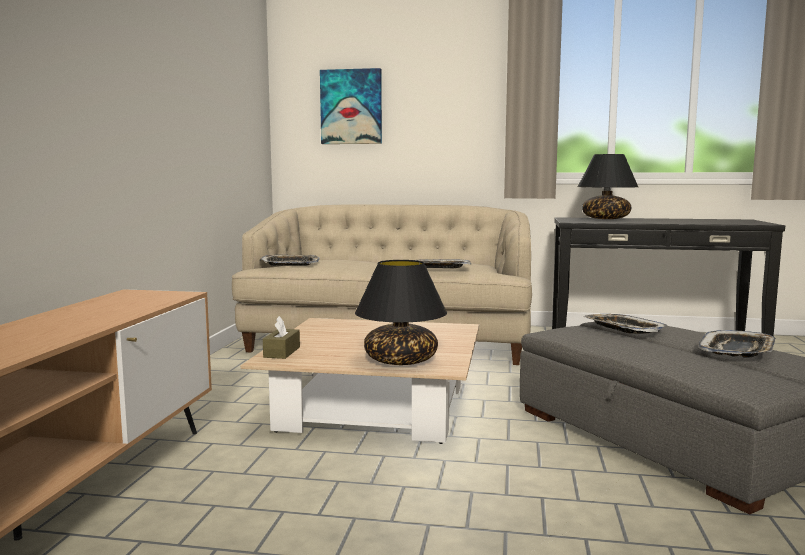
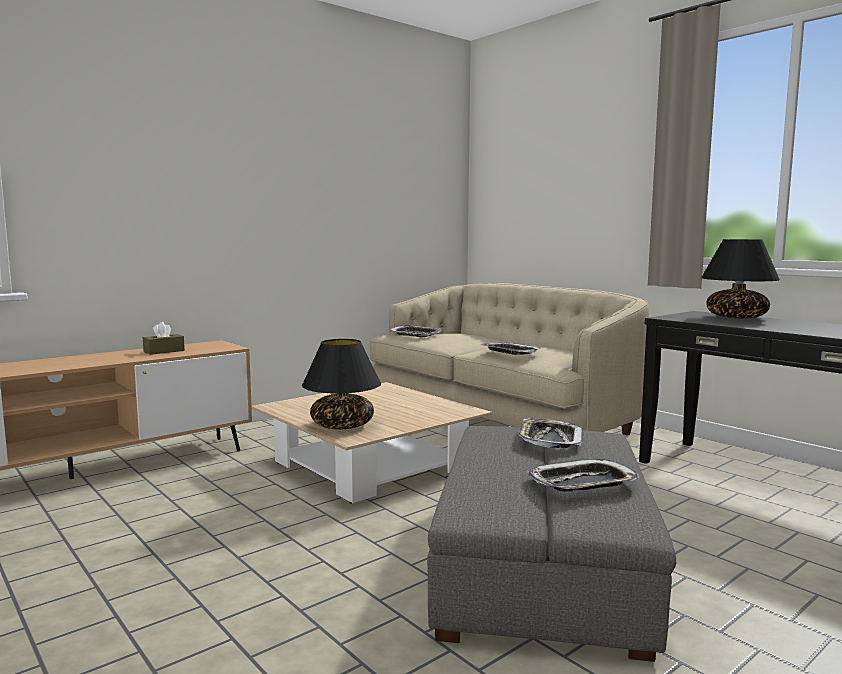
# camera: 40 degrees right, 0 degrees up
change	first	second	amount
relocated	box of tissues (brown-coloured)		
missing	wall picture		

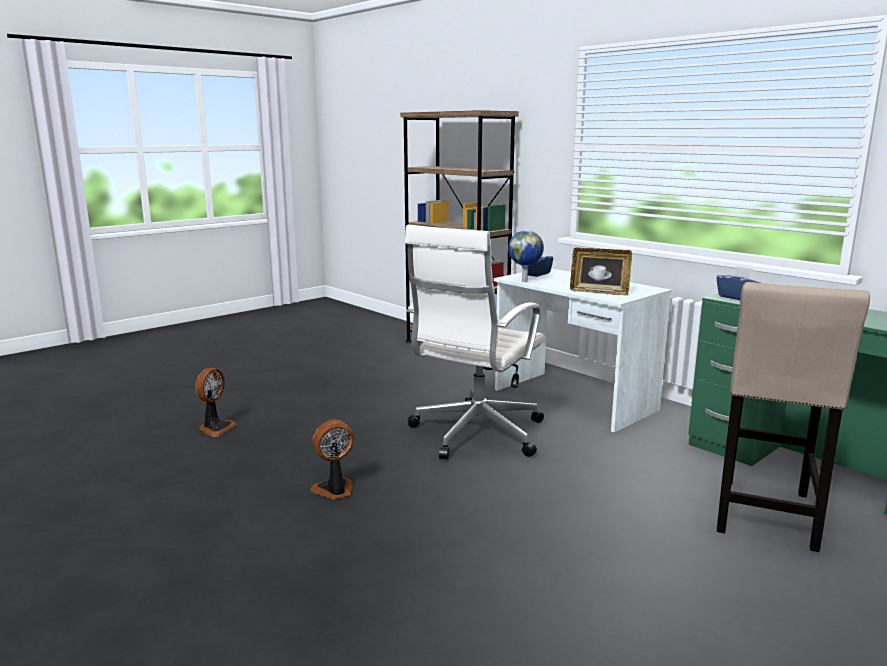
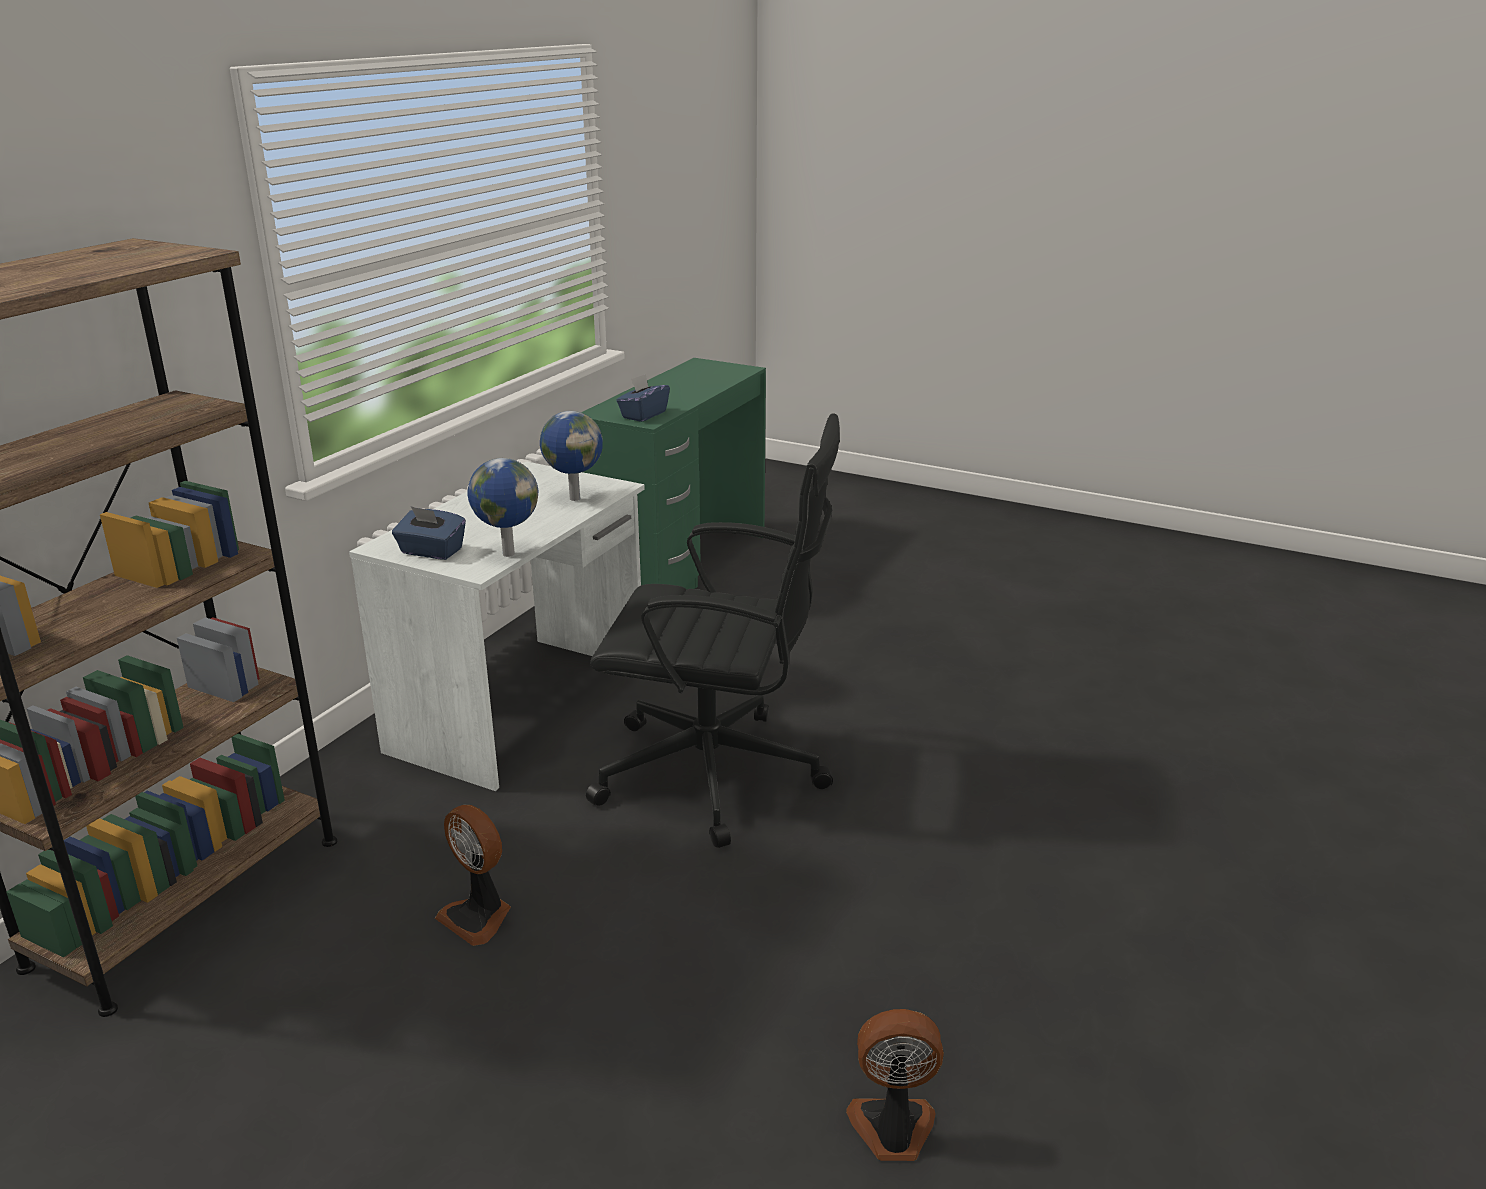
# camera: 110 degrees left, 10 degrees up
change	first	second	amount
relocated	electric fan (no. 2 from left in the first image)	electric fan (no. 1 from left)	
colour	office chair (whitish)	office chair (black-coloured)	
exchanged	standing frame	world globe (no. 2 from left)	
missing	stool (beige-coloured)		

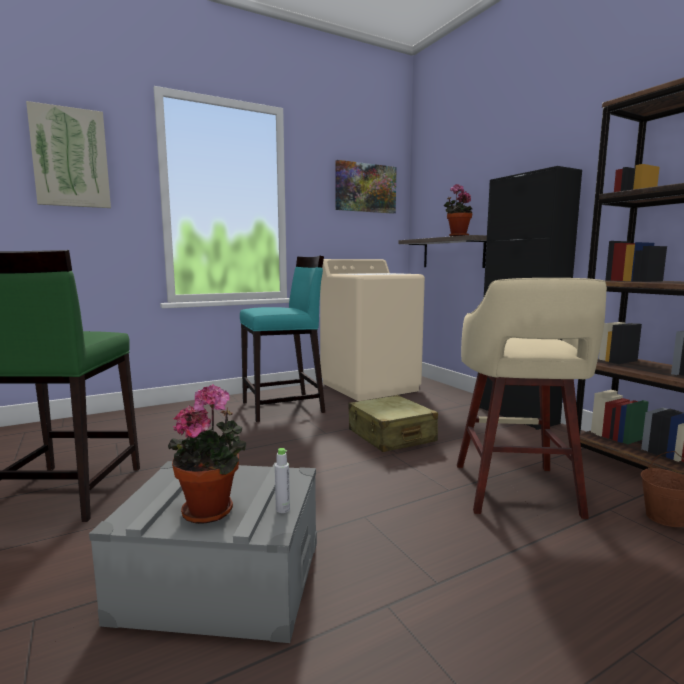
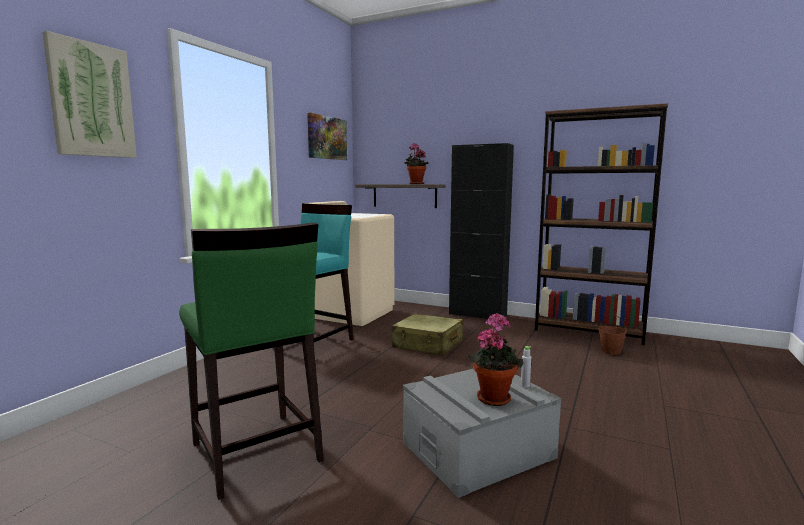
# camera: 35 degrees left, 0 degrees up
change	first	second	amount
missing	stool (beige-coloured)		

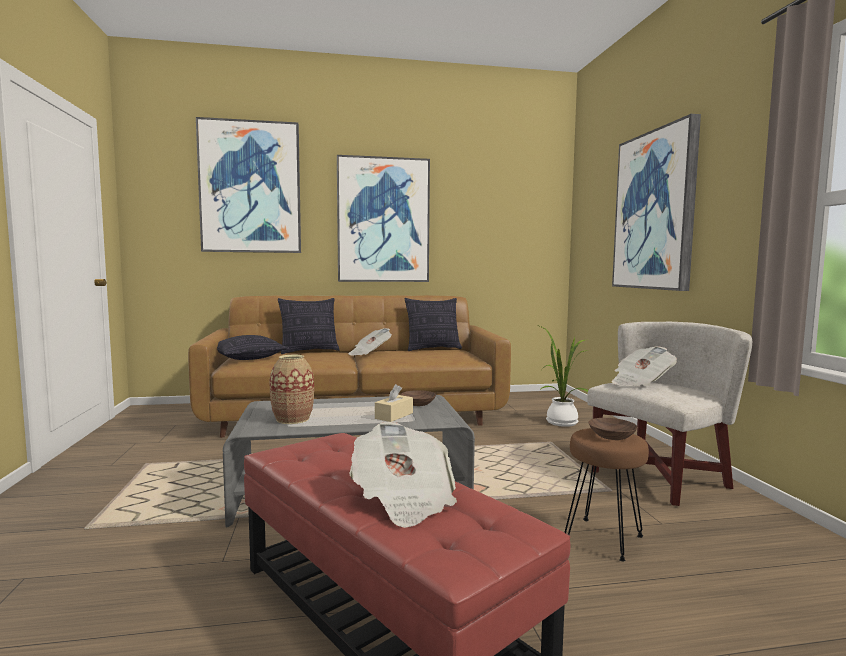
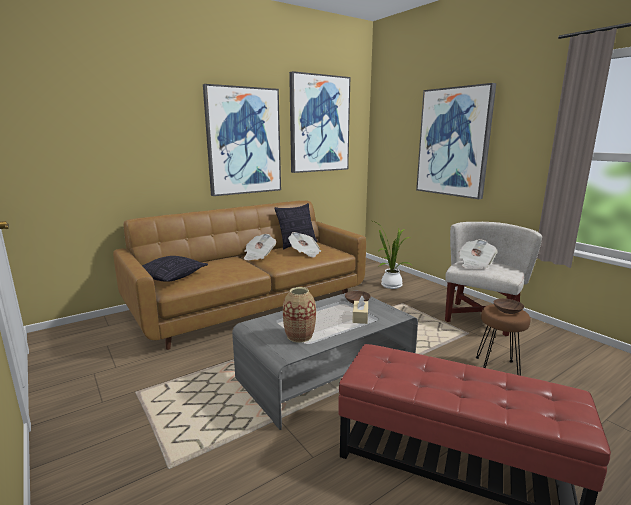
# camera: 25 degrees left, 10 degrees up
change	first	second	amount
relocated	wall picture (no. 1 from left in the first image)	wall picture (no. 2 from left)	
missing	cushion (no. 2 from left)		
relocated	printed paper (no. 2 from left)		

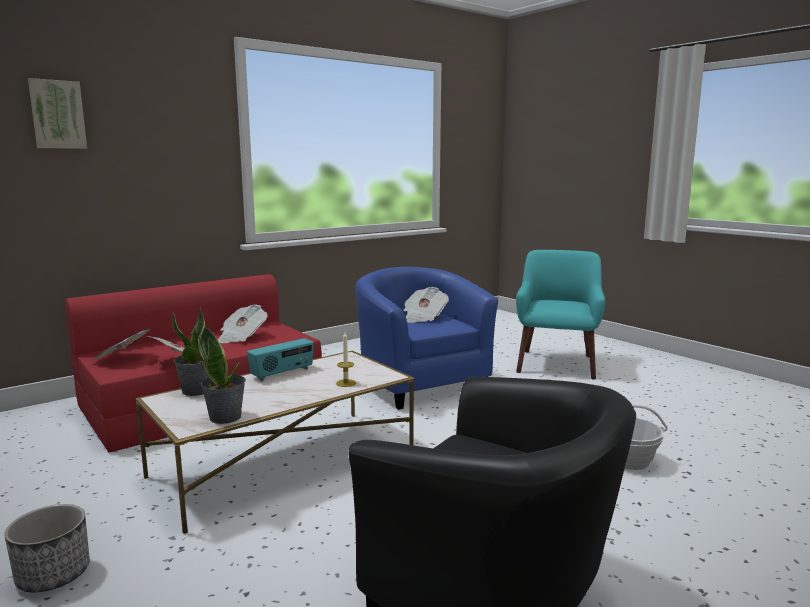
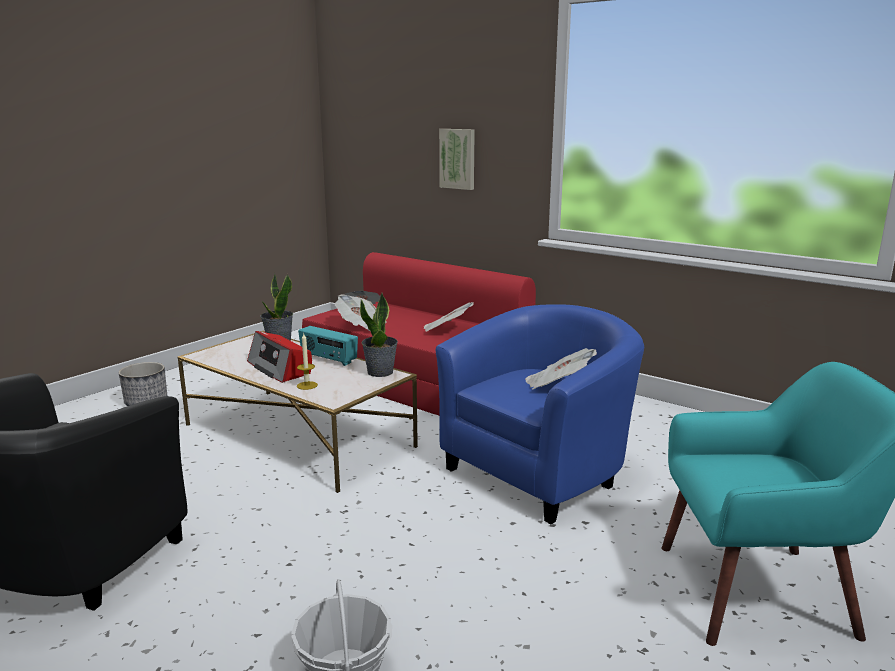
# camera: 75 degrees right, 5 degrees up
change	first	second	amount
relocated	wall picture		
relocated	plant in a pot (no. 2 from left)		
appeared		radio set (no. 1 from left)	

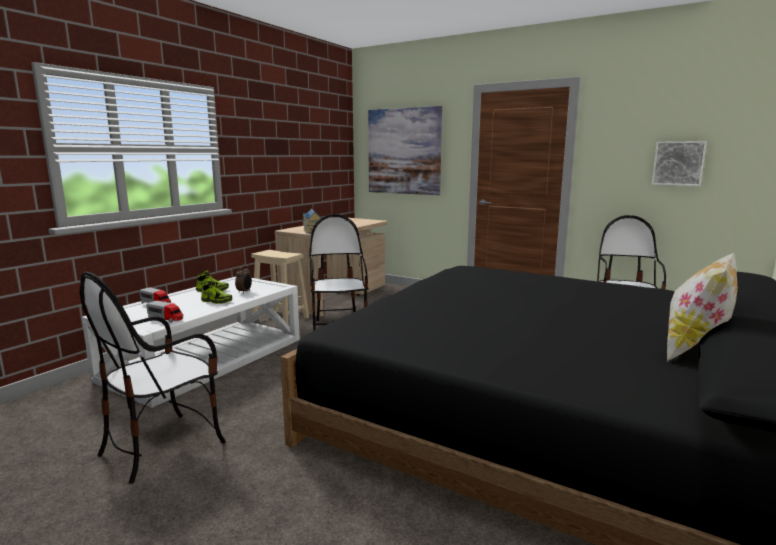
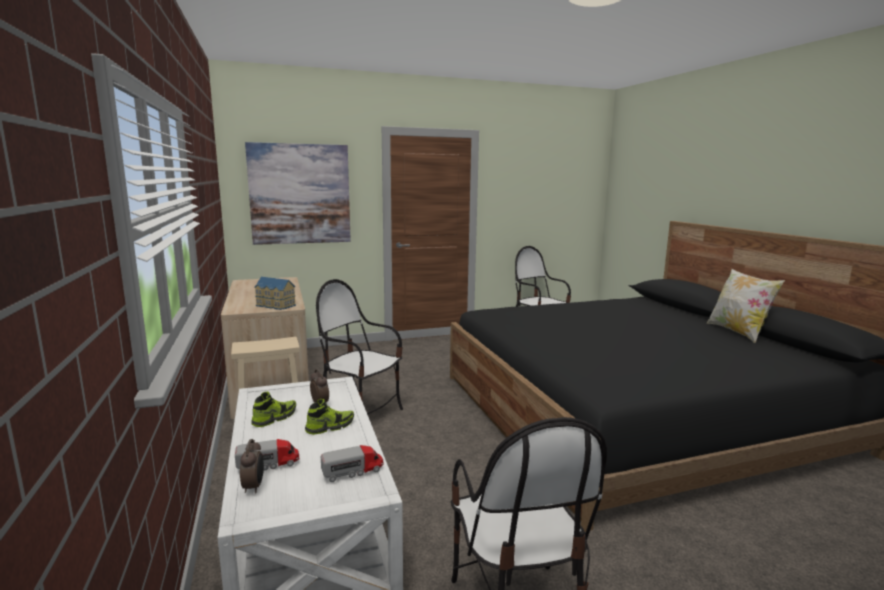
# camera: 50 degrees left, 0 degrees up
change	first	second	amount
missing	wall picture (no. 2 from left)		
appeared		table clock (no. 1 from left)	

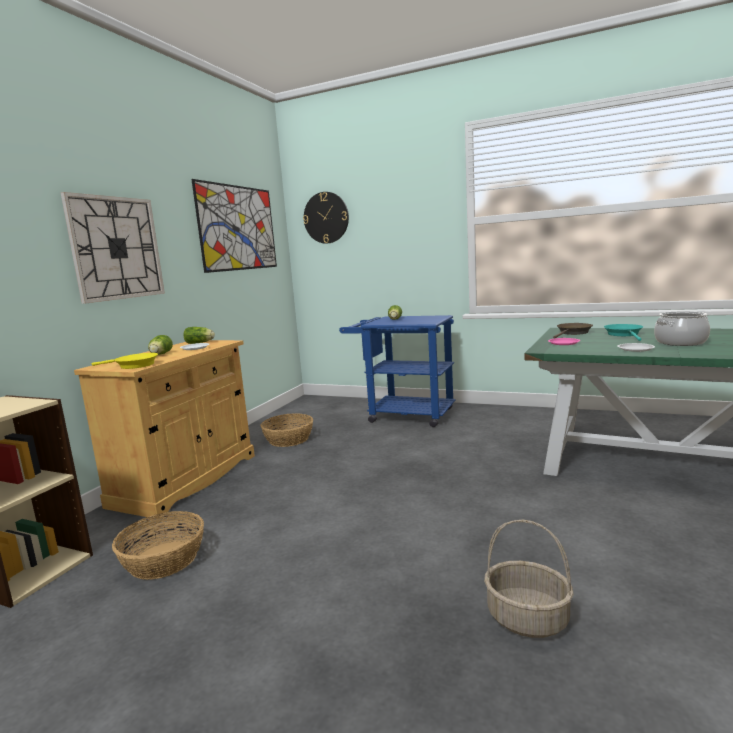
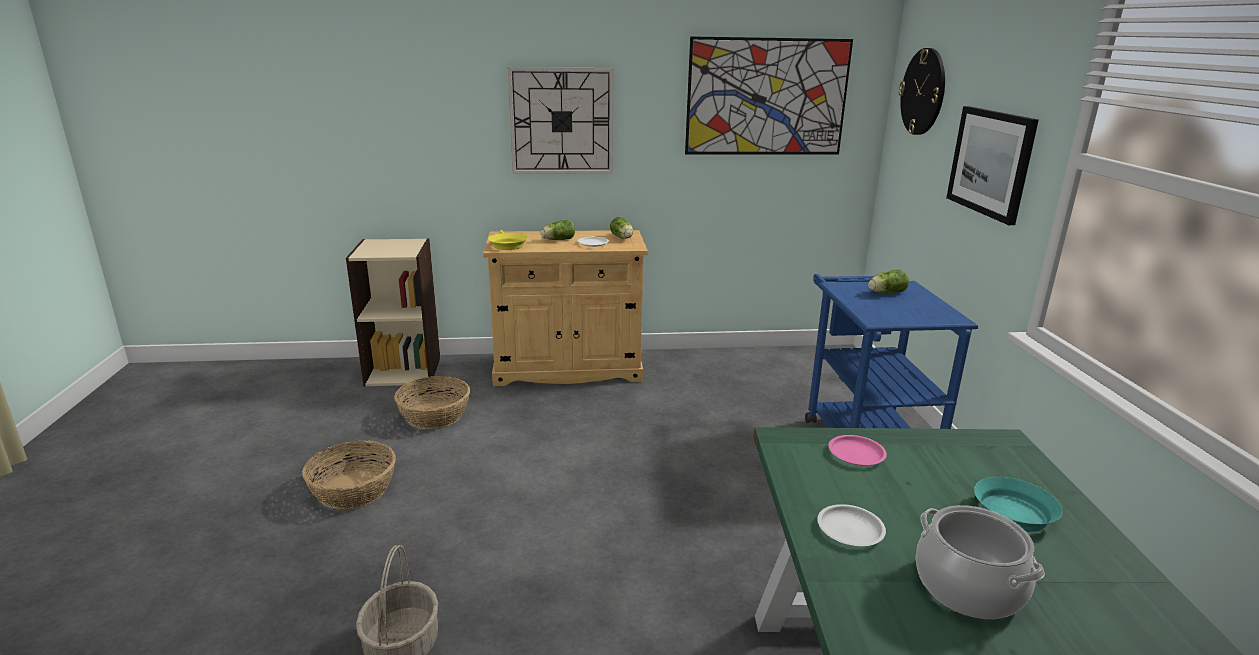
# camera: 60 degrees right, 10 degrees up
change	first	second	amount
relocated	storage basket (no. 2 from left in the first image)	storage basket (no. 1 from left)	
missing	skillet (brown-coloured)		
appeared		wall picture (no. 2 from left)	

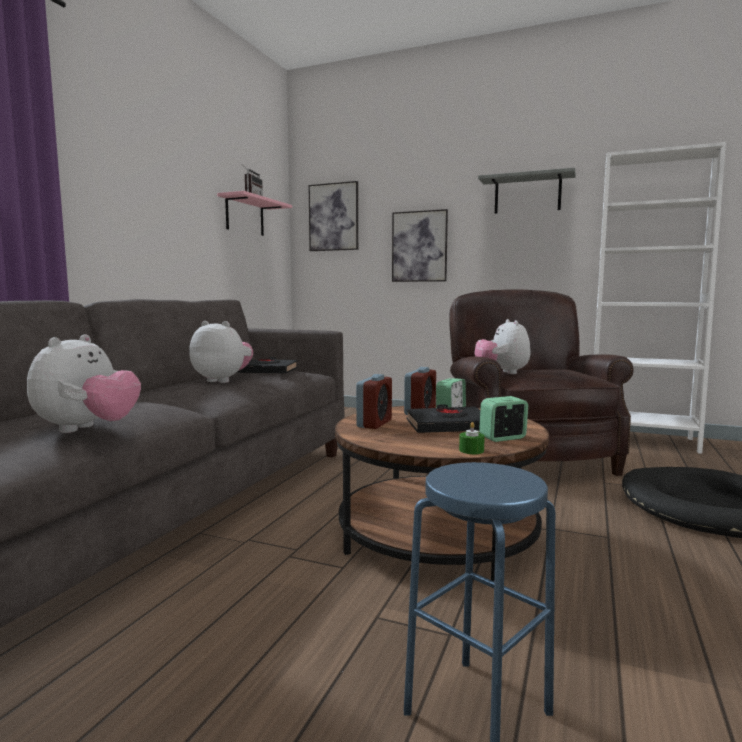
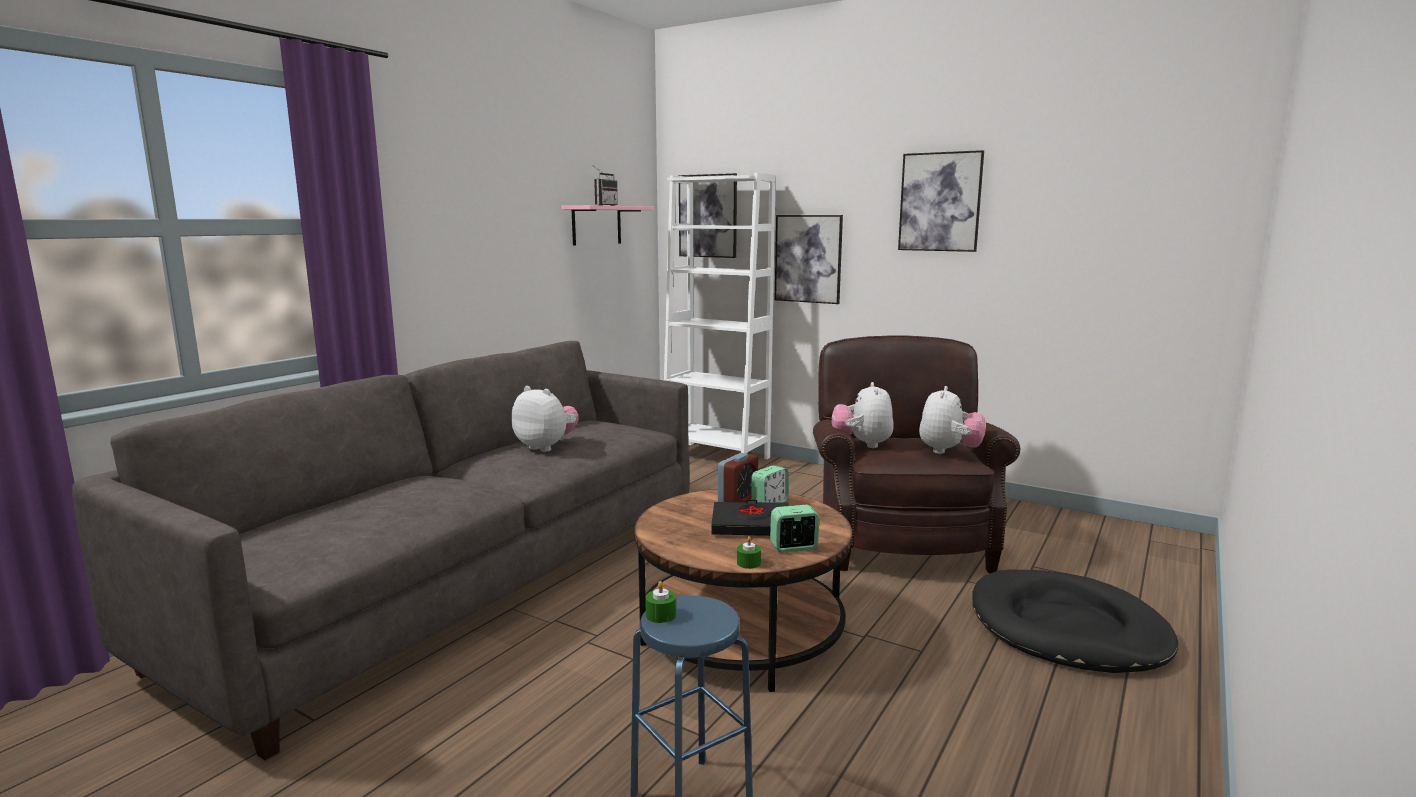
# camera: 10 degrees right, 5 degrees up
change	first	second	amount
relocated	cuddly toy (no. 1 from left in the first image)	cuddly toy (no. 3 from left)	
missing	book (black-coloured) (no. 1 from left)		
missing	table clock (no. 1 from left)		
exchanged	shelf (grey)	wall picture (no. 3 from left)	
relocated	bookshelf (whitish)		
appeared		wax candle (green) (no. 1 from left)	

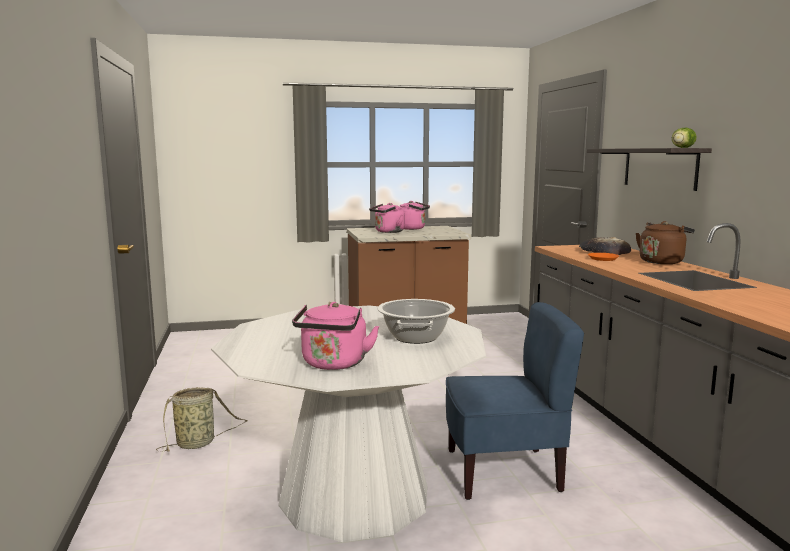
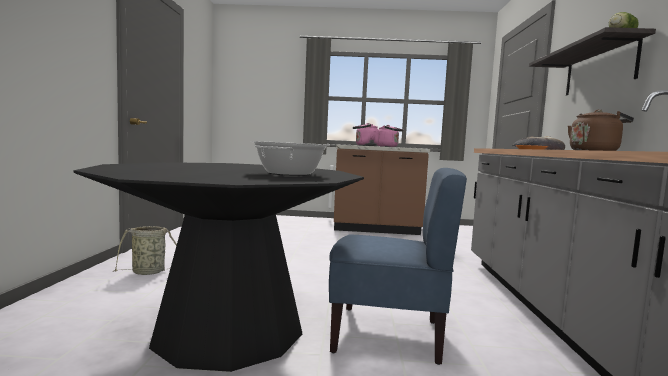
# camera: 15 degrees right, 5 degrees down
change	first	second	amount
colour	kitchen table (whitish)	kitchen table (black-coloured)	
missing	tea kettle (pinkish) (no. 1 from left)		

